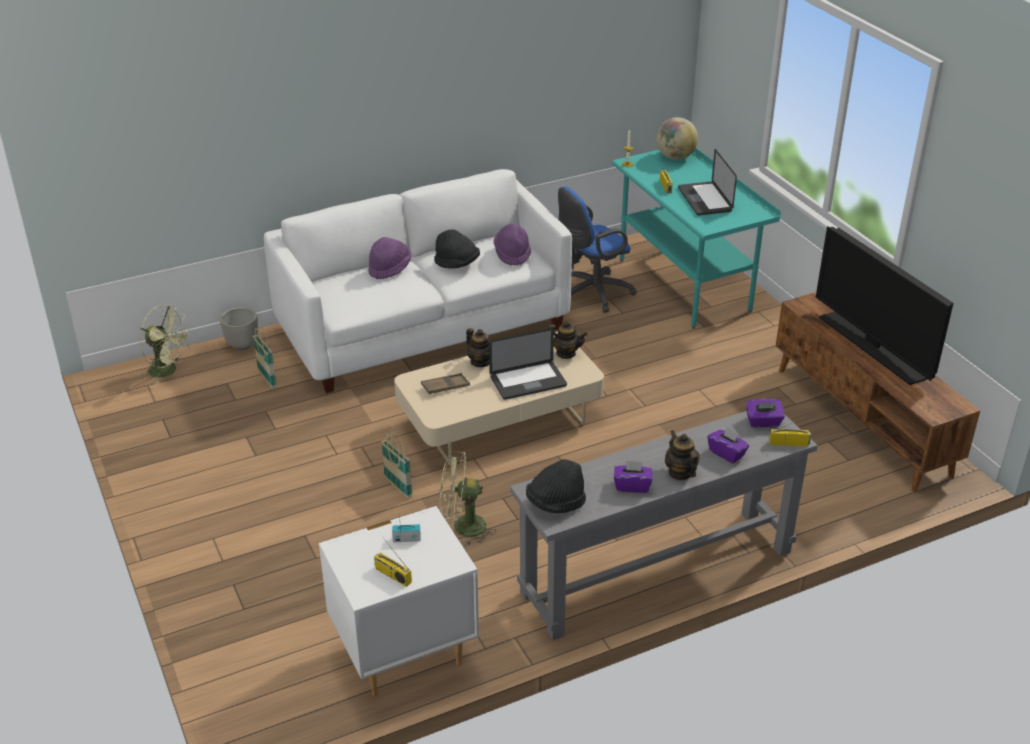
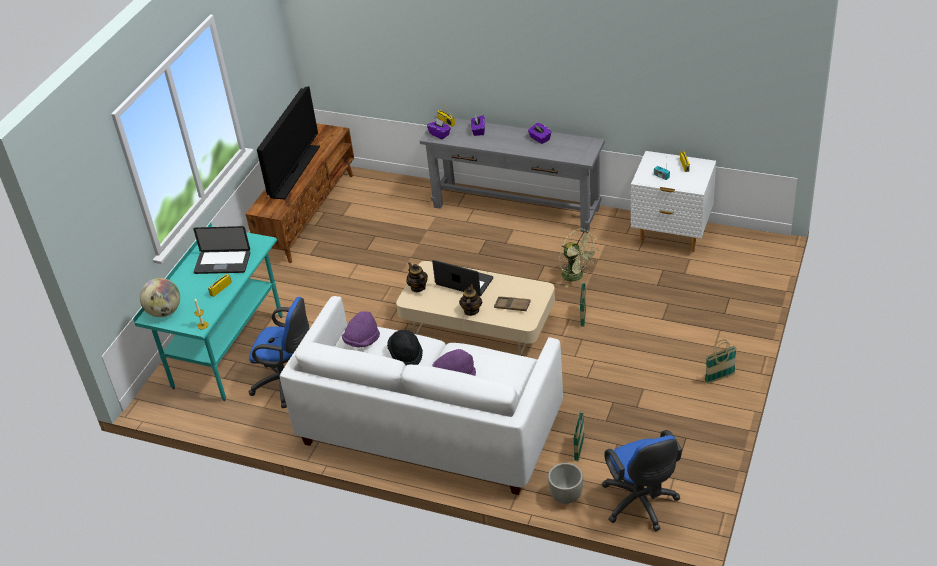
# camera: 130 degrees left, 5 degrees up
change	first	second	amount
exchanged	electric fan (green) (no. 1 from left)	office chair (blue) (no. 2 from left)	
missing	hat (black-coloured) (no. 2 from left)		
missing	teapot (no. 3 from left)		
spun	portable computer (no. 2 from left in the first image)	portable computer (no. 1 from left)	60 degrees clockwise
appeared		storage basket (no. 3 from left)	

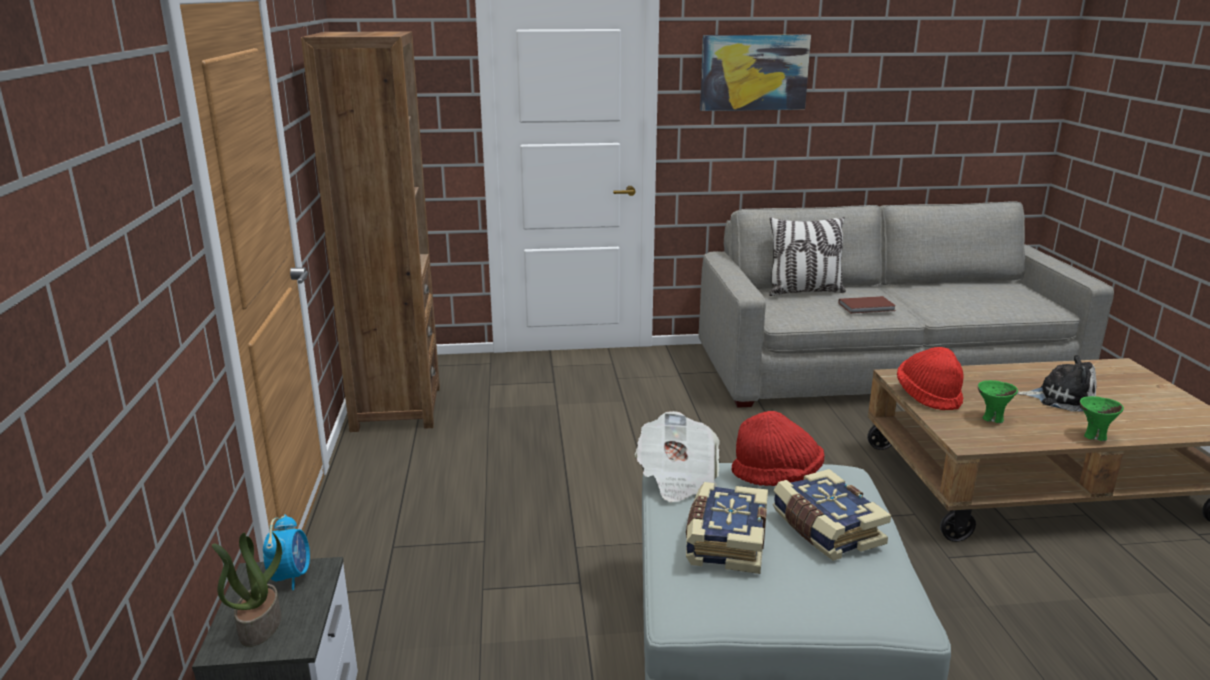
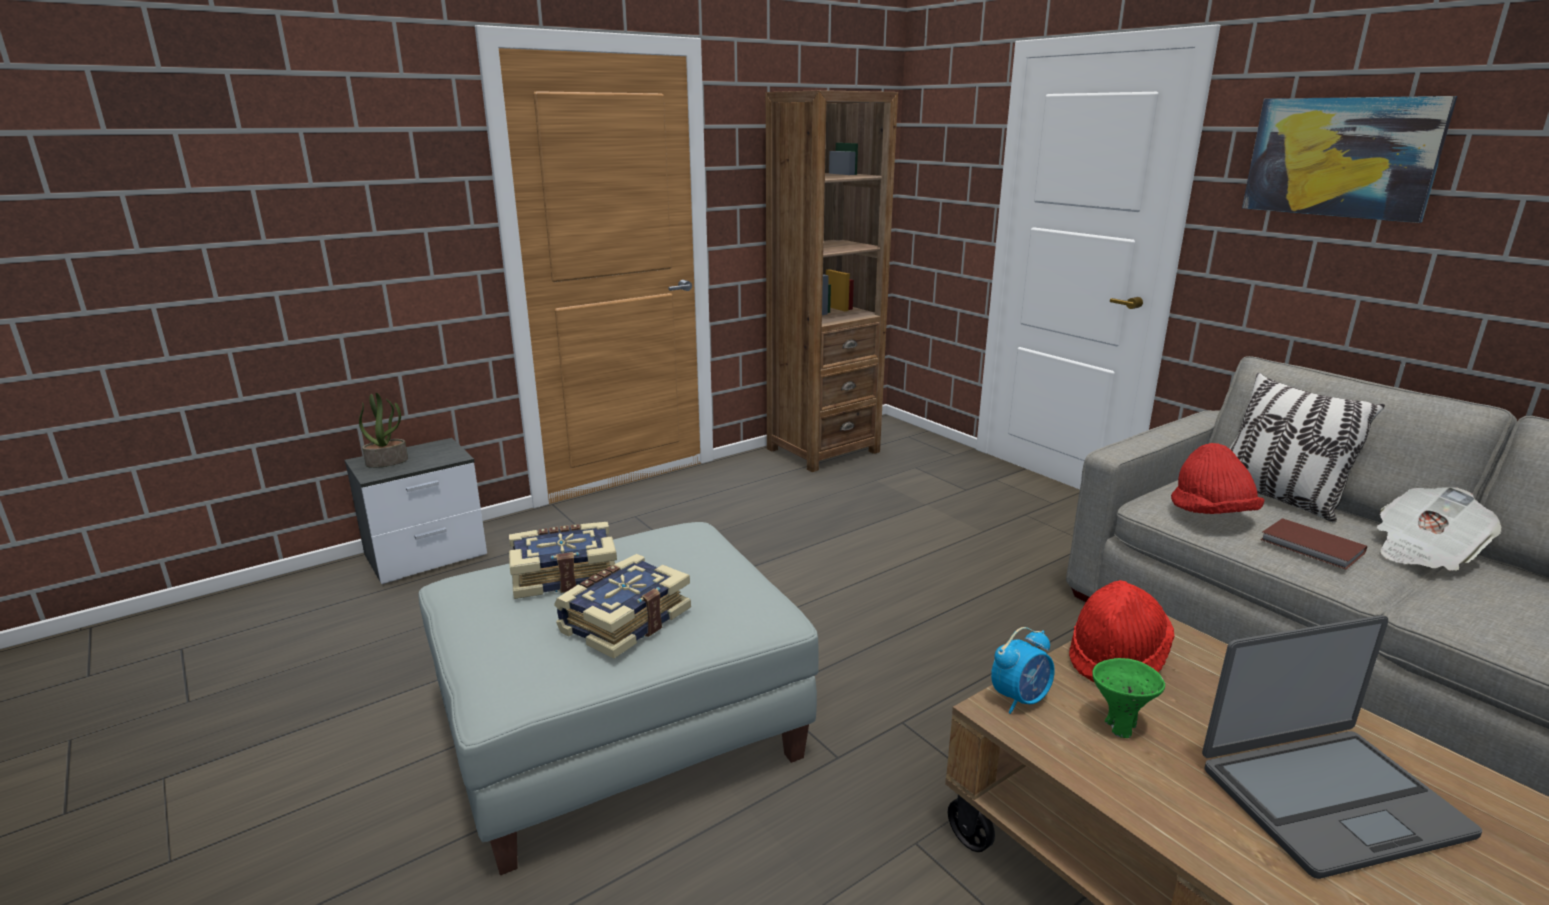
# camera: 60 degrees right, 0 degrees up
change	first	second	amount
relocated	table clock		
relocated	printed paper		
relocated	hat (reddish) (no. 1 from left in the first image)	hat (reddish) (no. 2 from left)	
exchanged	cuddly toy	portable computer	
missing	deep dish (green) (no. 2 from left)		

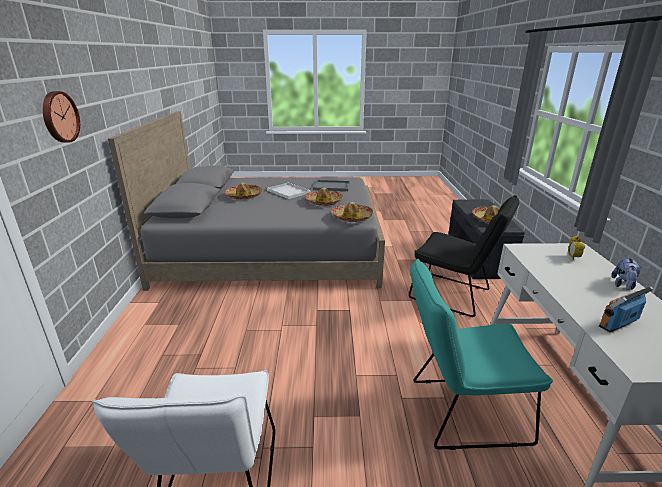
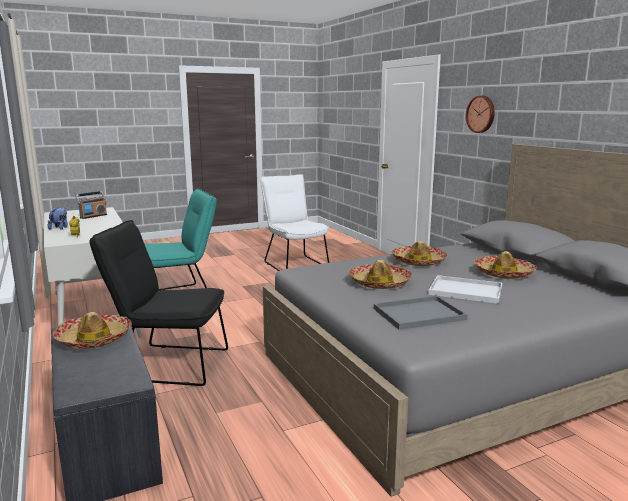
# camera: 155 degrees right, 10 degrees down
change	first	second	amount
relocated	hat (no. 3 from left)		

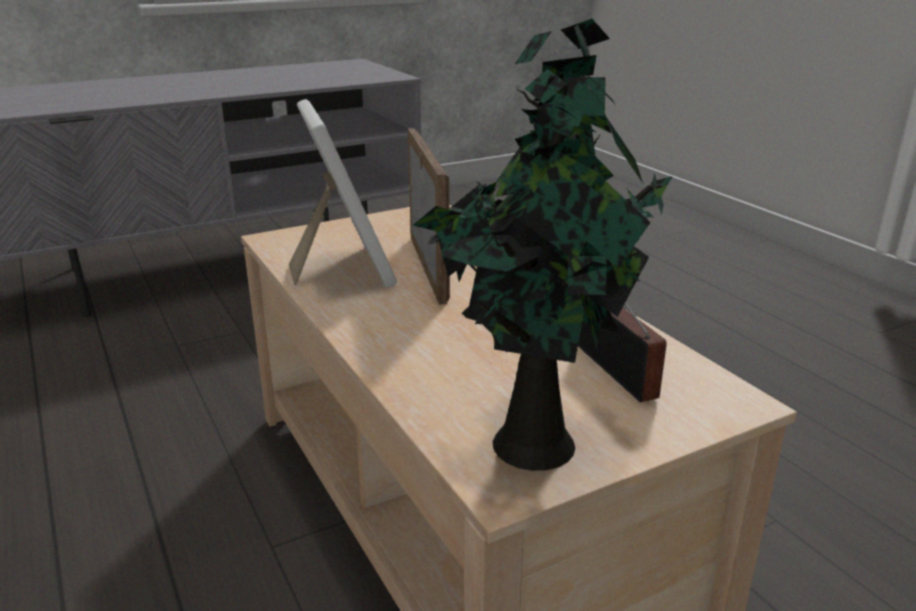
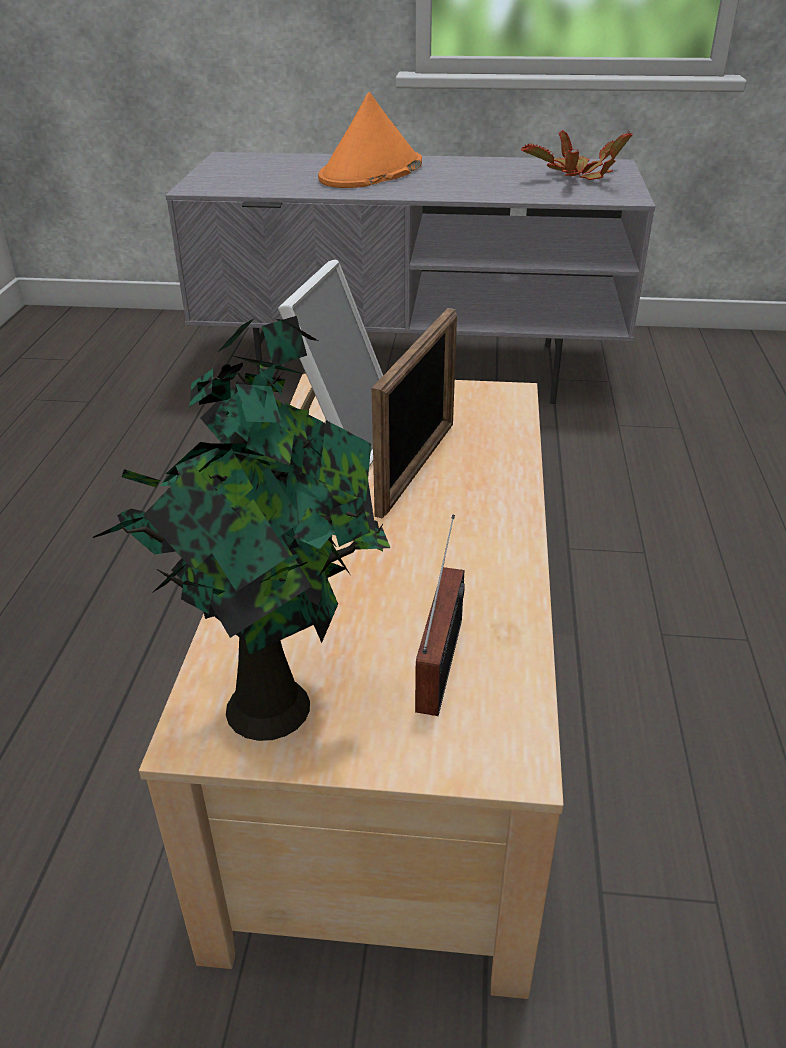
# camera: 35 degrees right, 10 degrees up
change	first	second	amount
appeared		hat (orange-coloured)	
appeared		plant in a pot (no. 2 from left)	

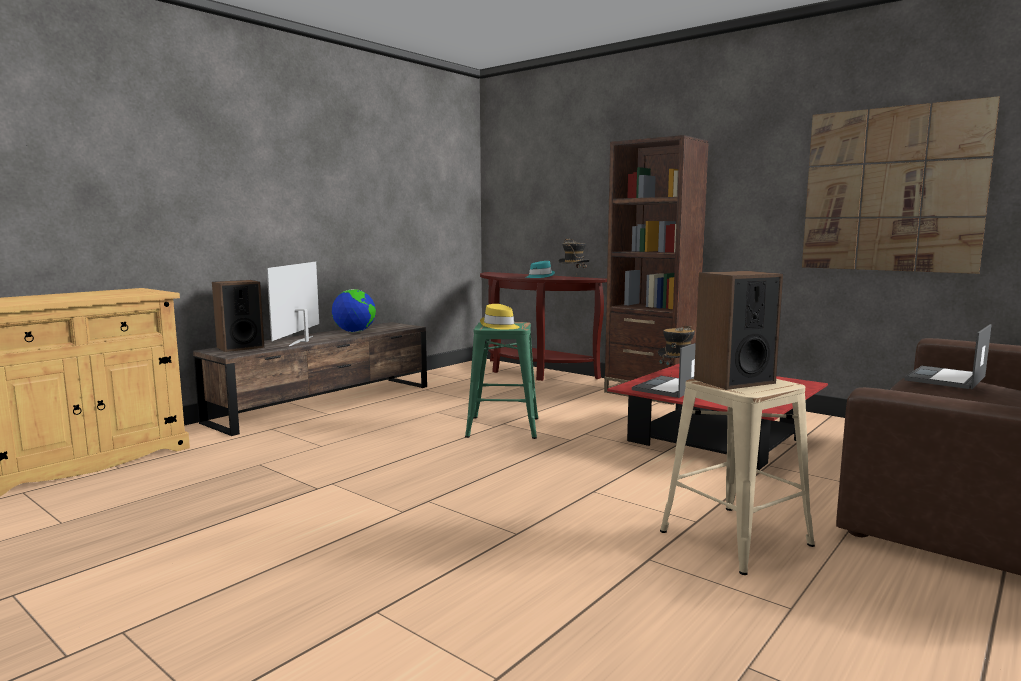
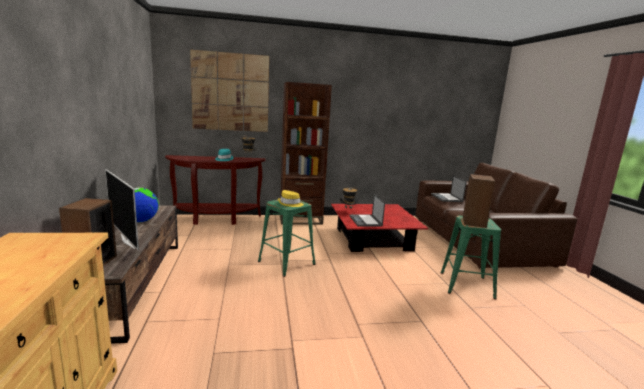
# camera: 50 degrees left, 5 degrees up
change	first	second	amount
colour	stool (beige-coloured)	stool (green) (no. 2 from left)	
relocated	wall picture		

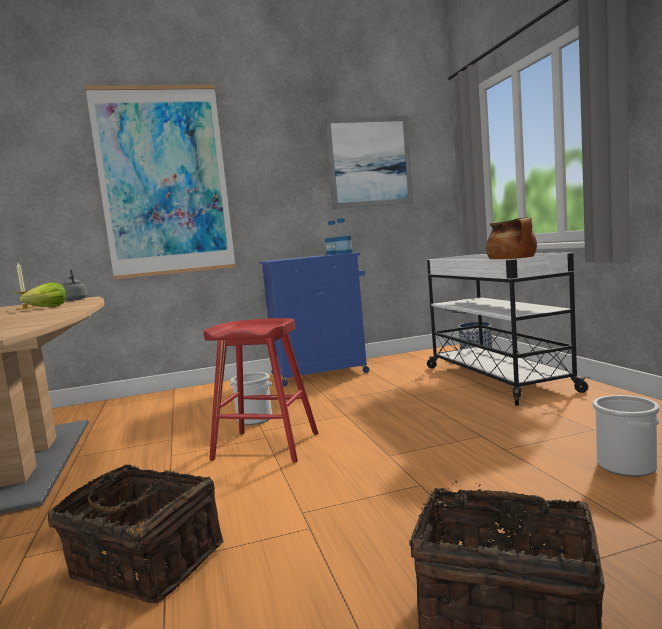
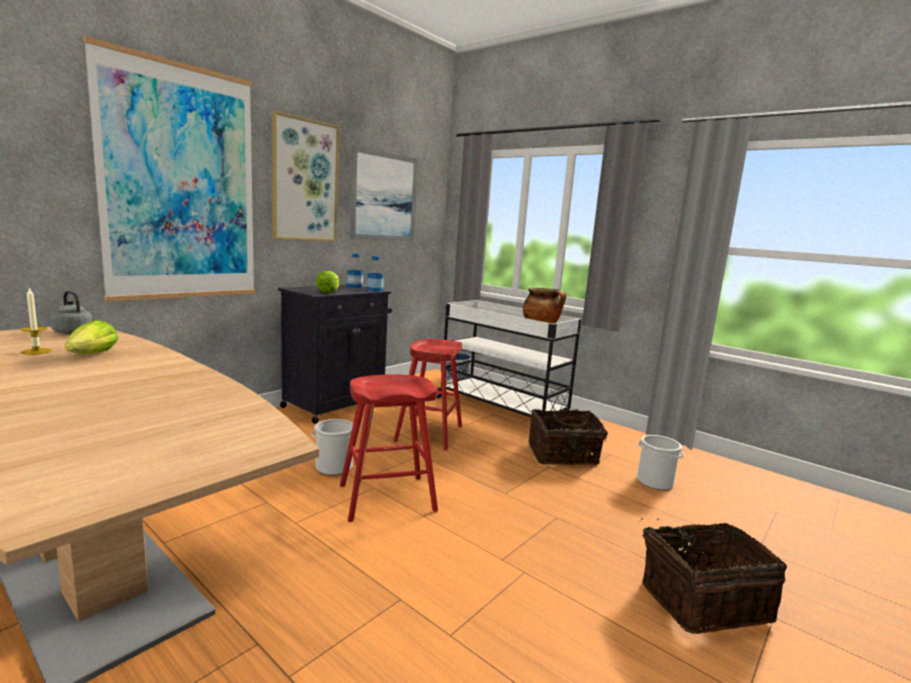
# camera: 35 degrees left, 5 degrees up
change	first	second	amount
relocated	storage basket (no. 1 from left)		
colour	cabinet (blue)	cabinet (black-coloured)	
appeared		wall picture (no. 2 from left)	
appeared		lettuce head (no. 2 from left)	
appeared		stool (reddish) (no. 2 from left)	

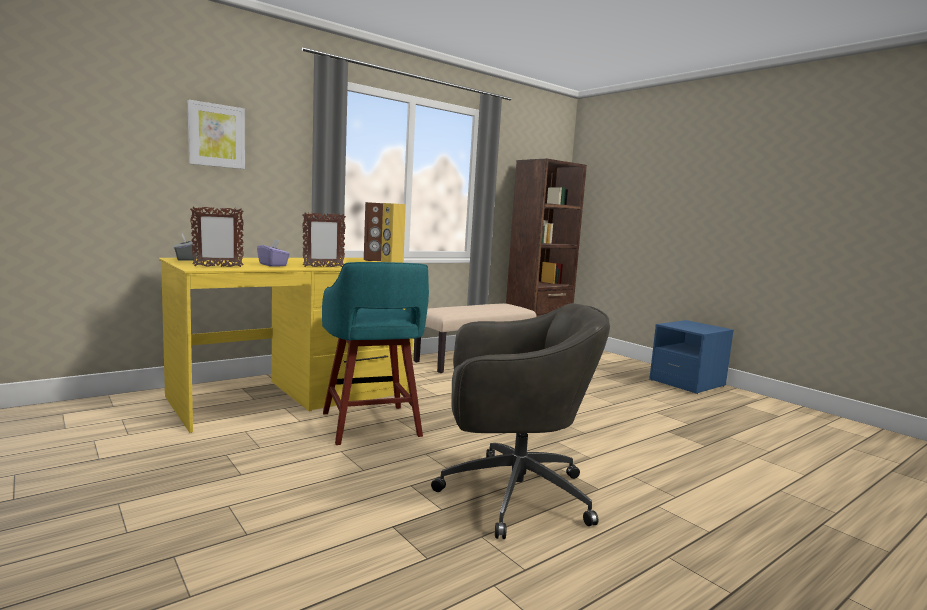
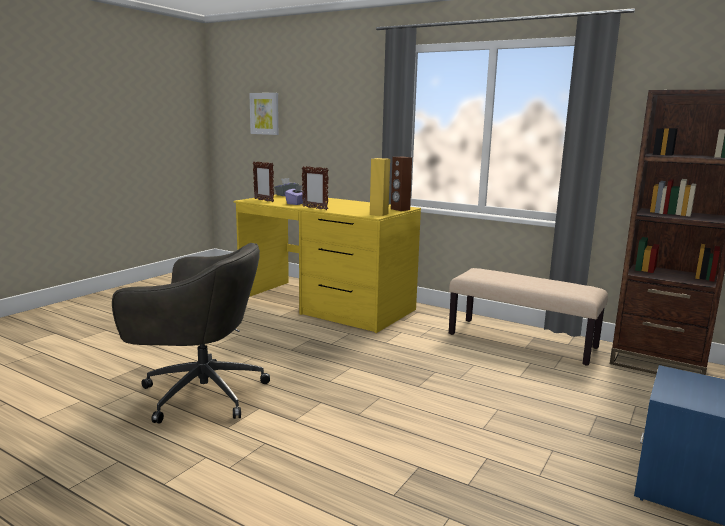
# camera: 70 degrees right, 5 degrees up
change	first	second	amount
relocated	wall picture		
missing	stool (turquoise)		
spun	office chair (grey)		60 degrees counterclockwise

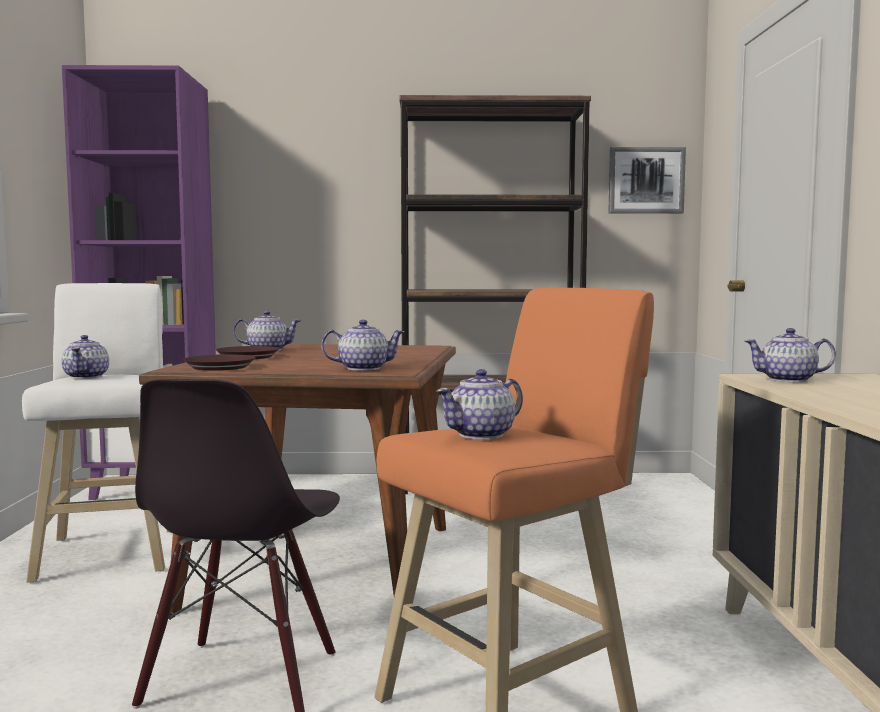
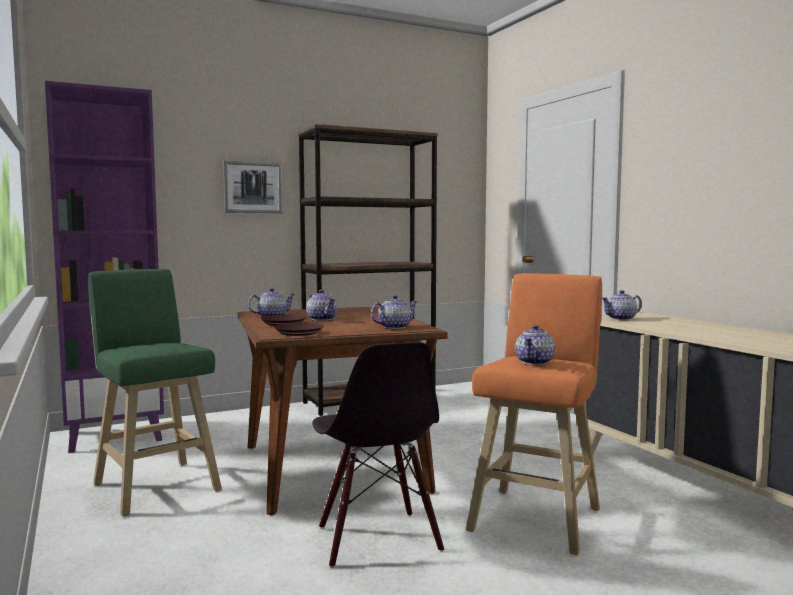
# camera: 25 degrees left, 0 degrees up
change	first	second	amount
colour	stool (whitish)	stool (green)	
relocated	teapot (no. 1 from left in the first image)	teapot (no. 2 from left)	
relocated	wall picture		

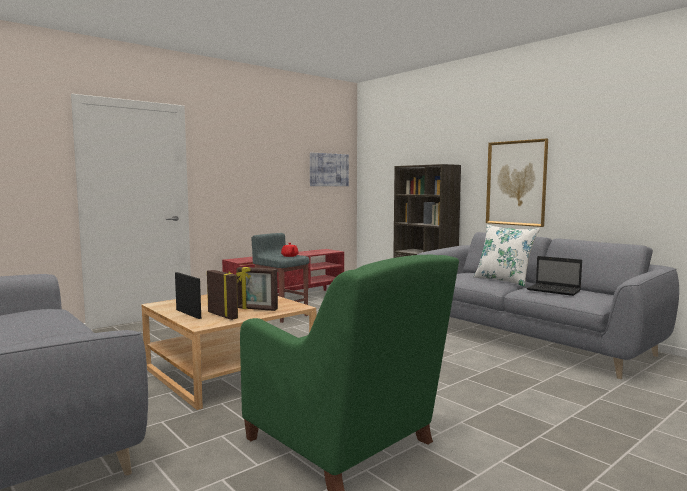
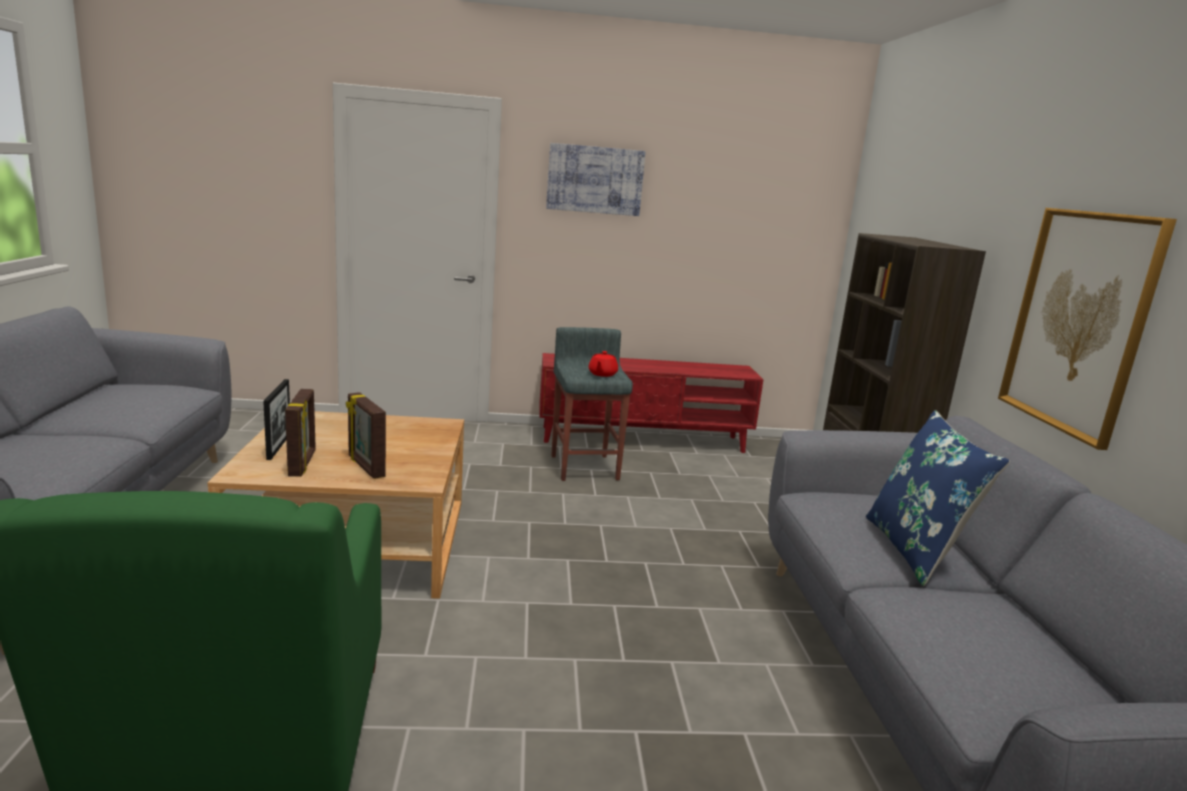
# camera: 35 degrees right, 10 degrees up
change	first	second	amount
relocated	wall picture (no. 1 from left)		
colour	cushion (whitish)	cushion (blue)	
missing	portable computer		

